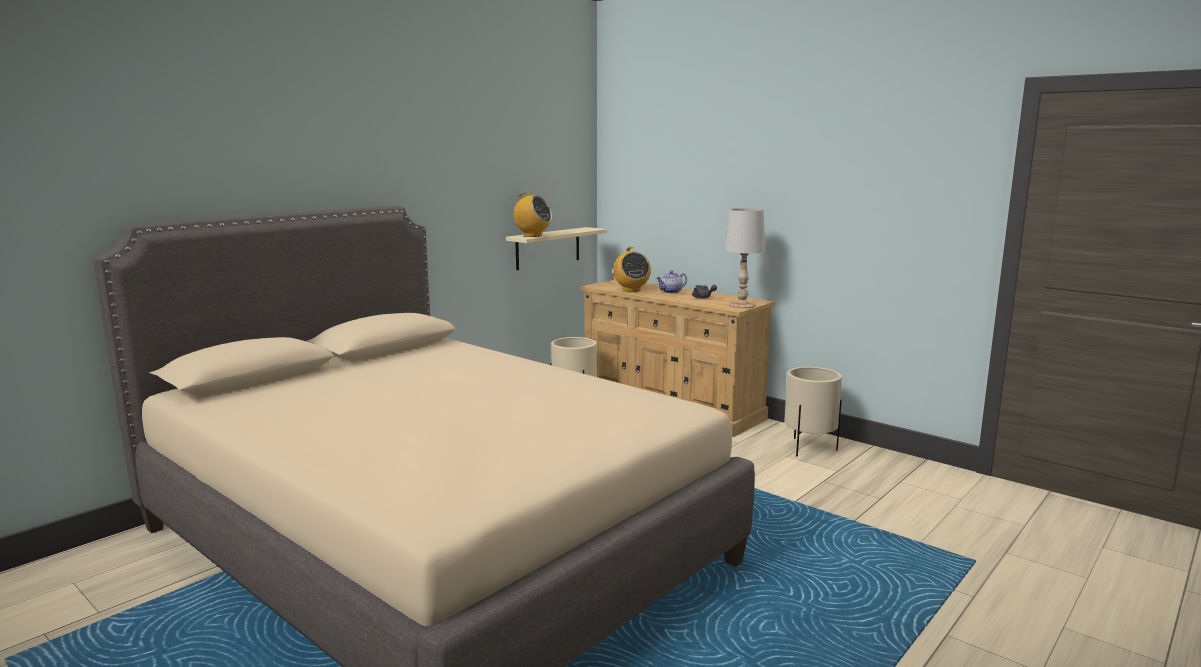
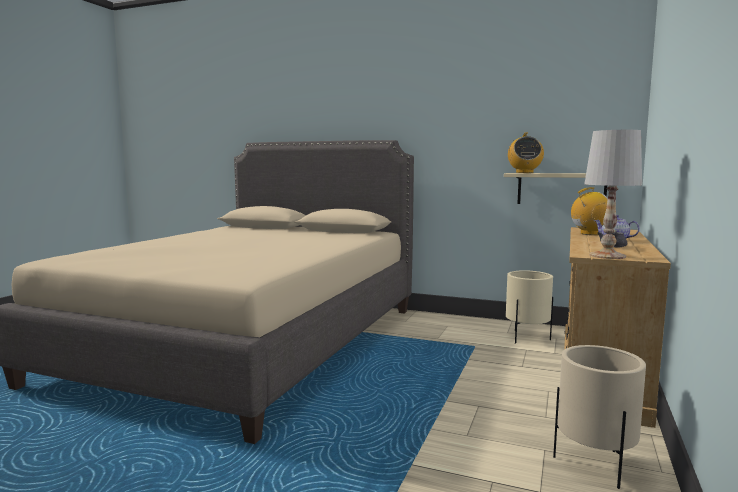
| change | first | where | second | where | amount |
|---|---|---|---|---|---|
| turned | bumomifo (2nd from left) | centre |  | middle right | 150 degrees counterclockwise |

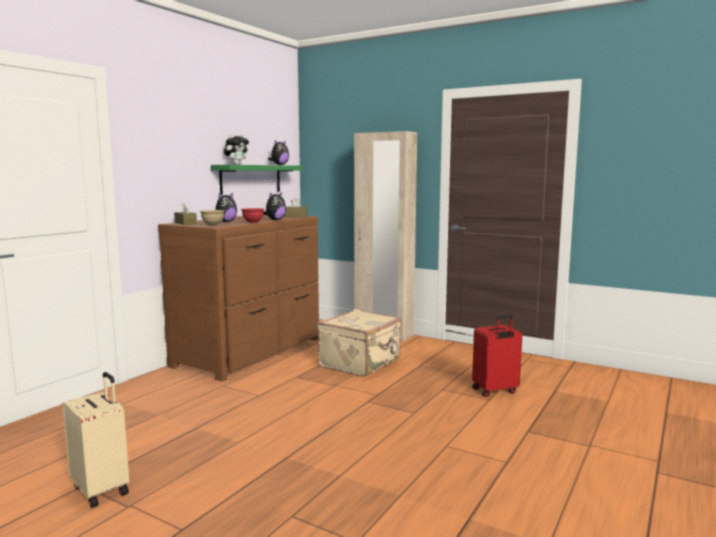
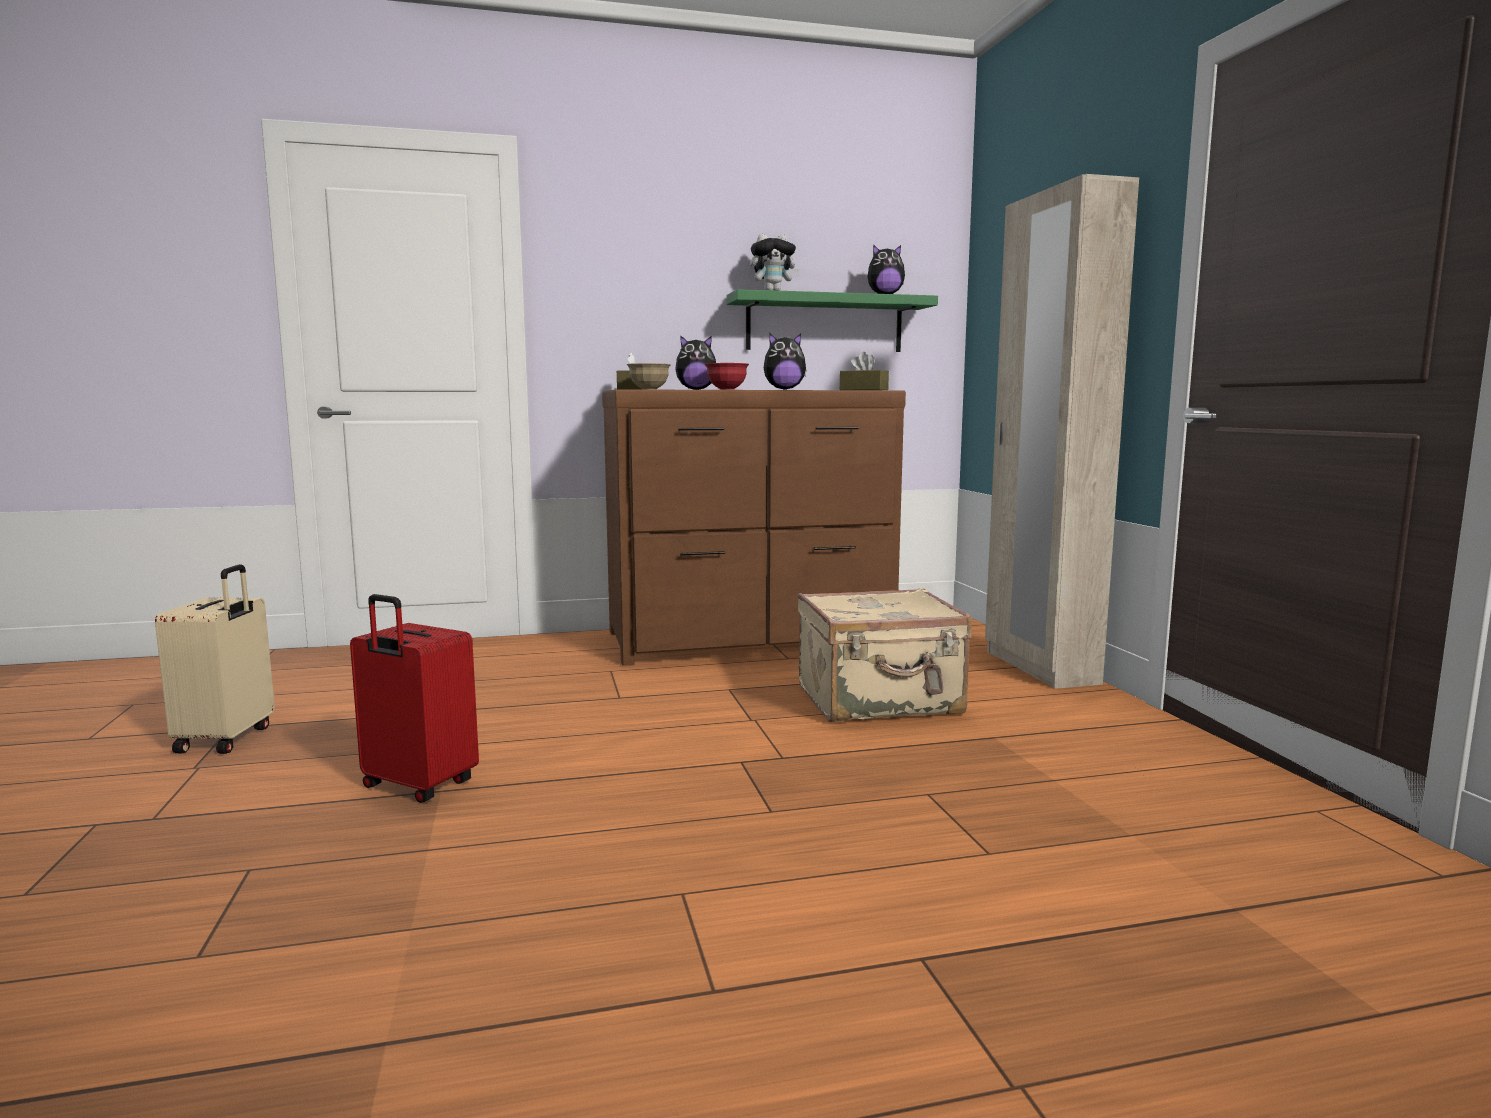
| change | first | where | second | where | amount |
|---|---|---|---|---|---|
| moved | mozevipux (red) | middle right |  | middle left |  |

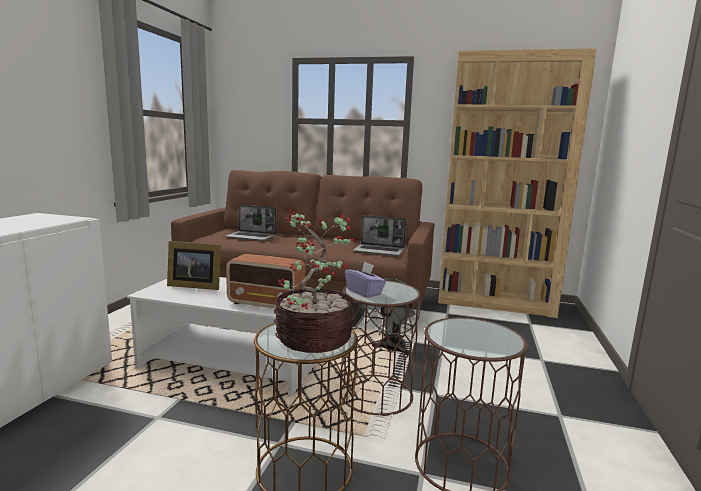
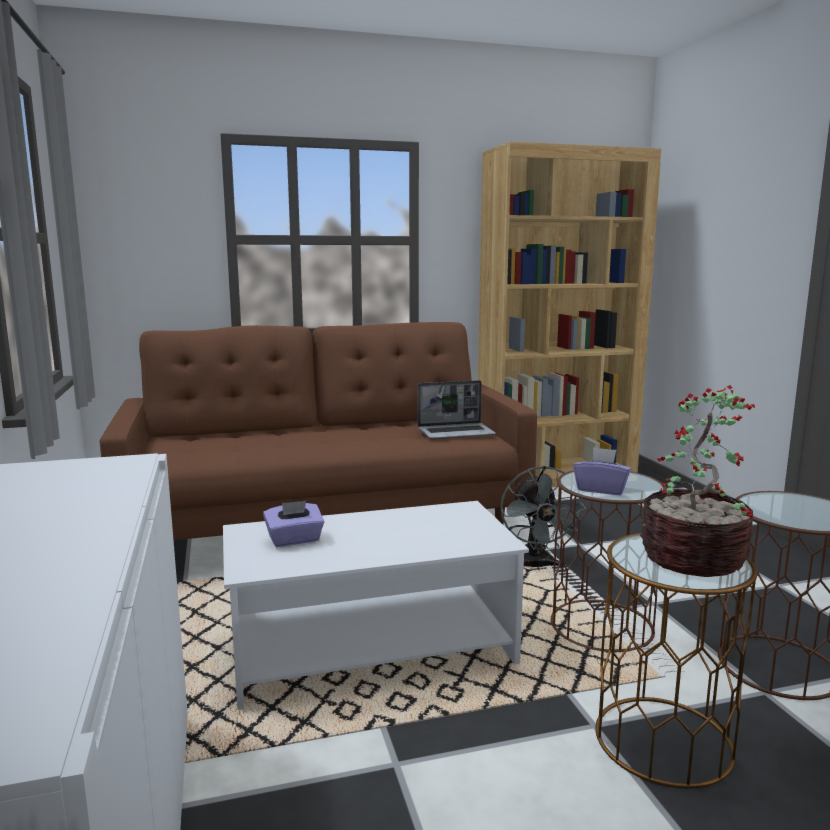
| change | first | where | second | where | amount |
|---|---|---|---|---|---|
| removed | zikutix (1st from left) | centre |  |  |  |
| removed | bumomifo | centre |  |  |  |
| replaced | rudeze | middle left | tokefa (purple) (1st from left) | centre |  |

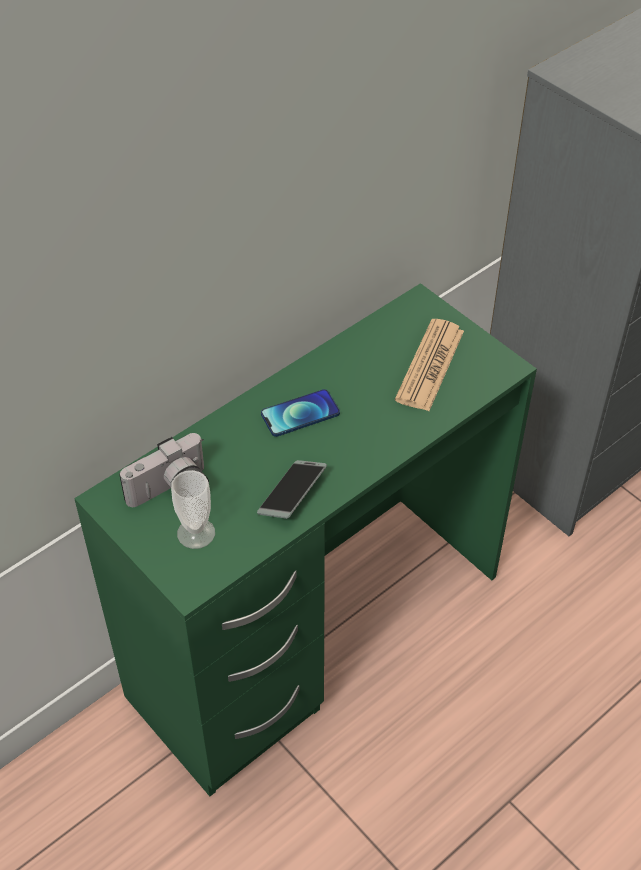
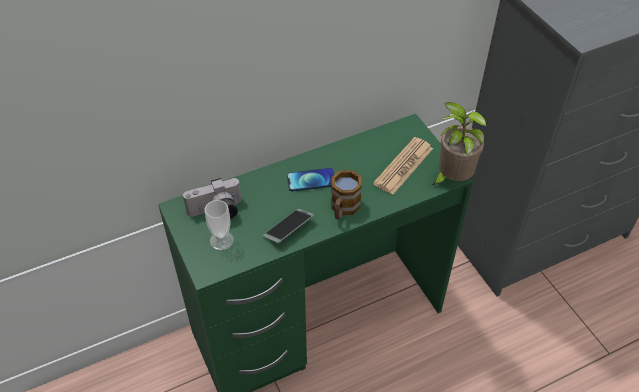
| change | first | where | second | where | amount |
|---|---|---|---|---|---|
| added |  |  | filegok | centre |  |
| added |  |  | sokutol | middle right |  |

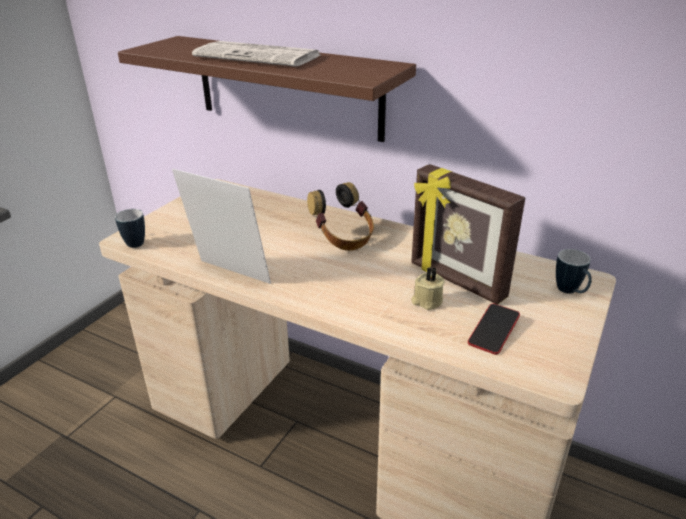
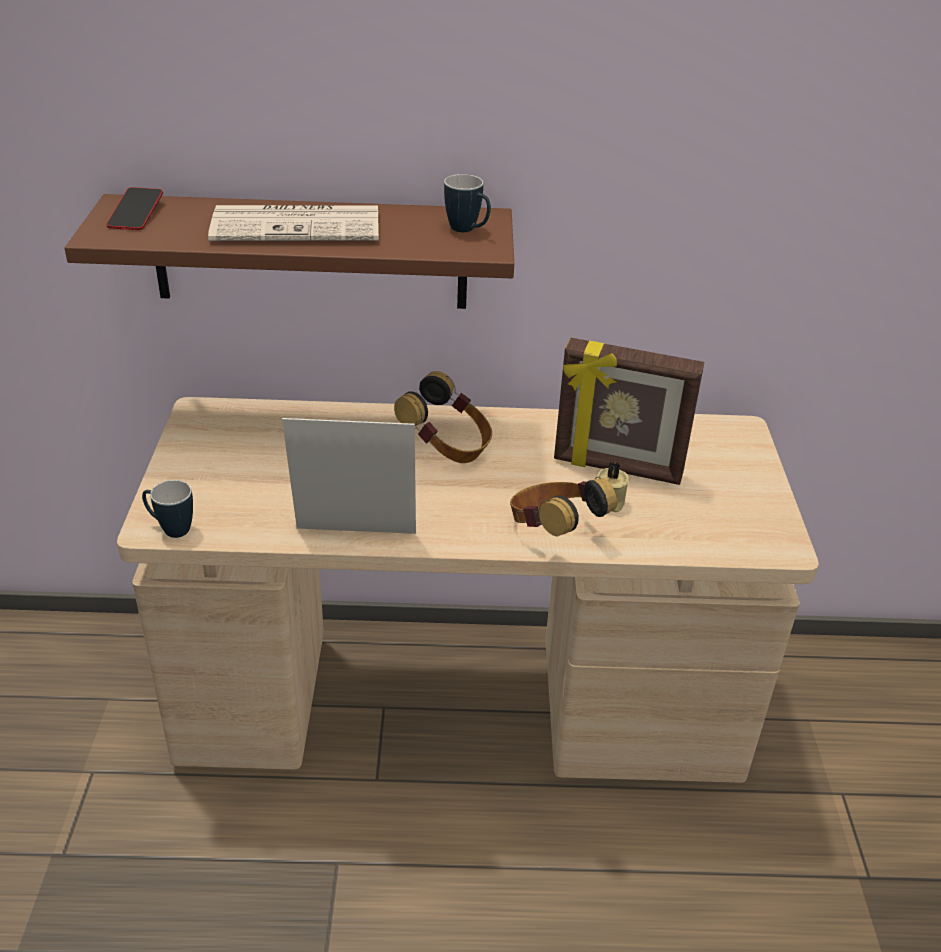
| change | first | where | second | where | amount |
|---|---|---|---|---|---|
| added |  |  | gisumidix (2nd from left) | centre |  |
| moved | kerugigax | middle right |  | top left |  |
| moved | filegok (2nd from left) | middle right |  | top centre |  |

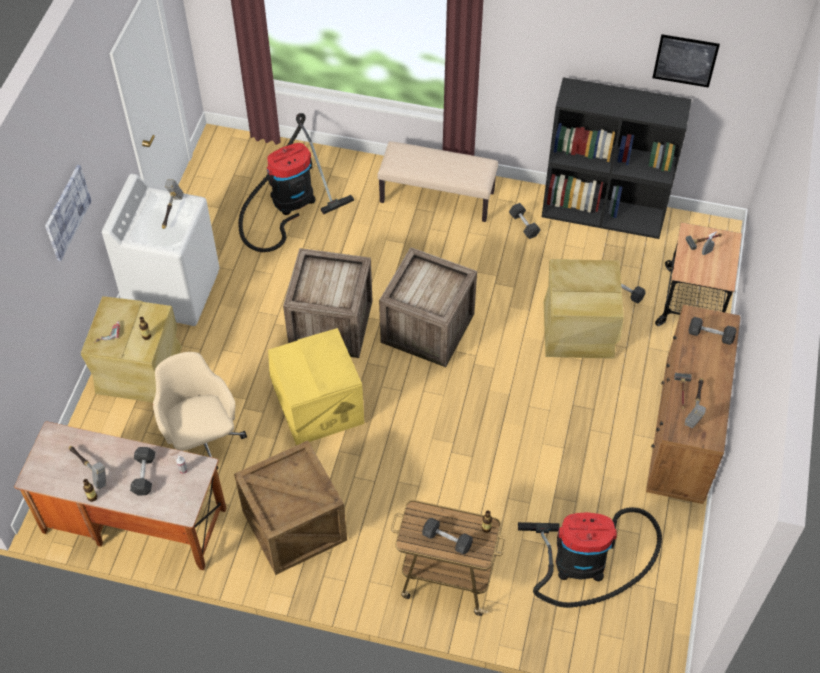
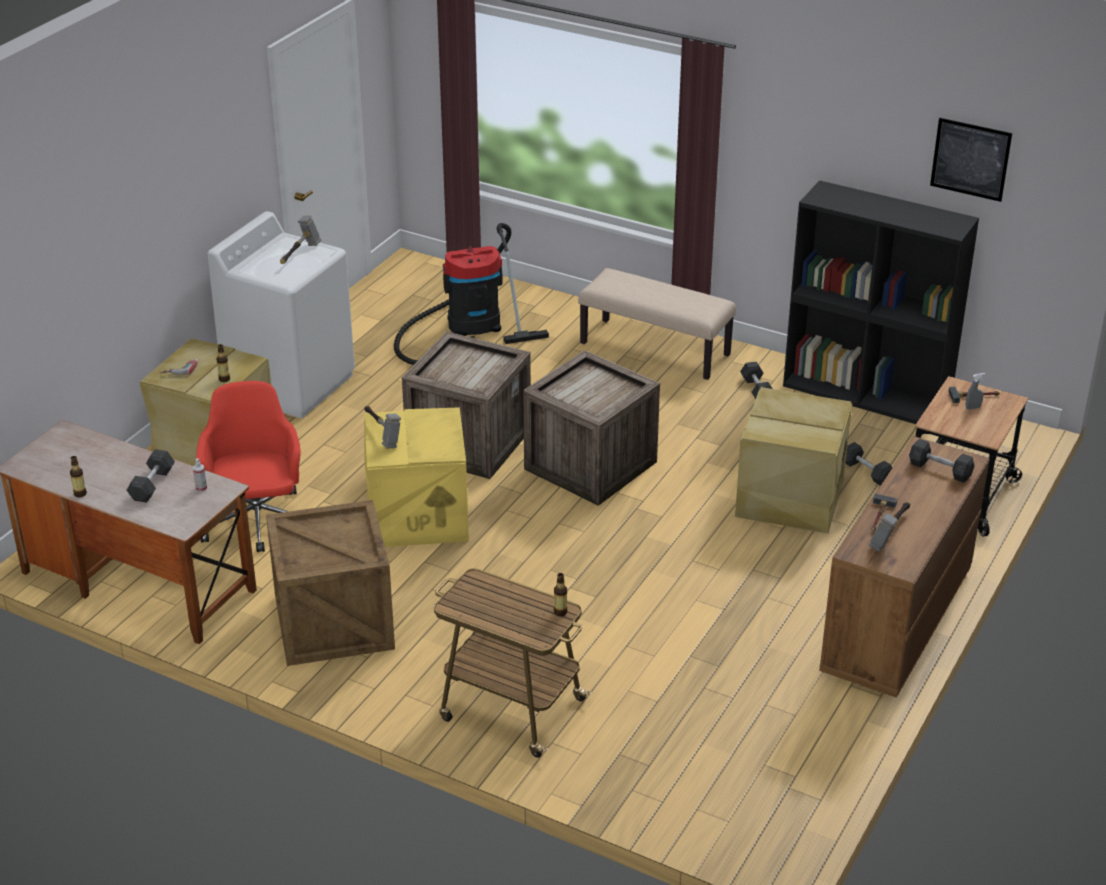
| change | first | where | second | where | amount |
|---|---|---|---|---|---|
| removed | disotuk (1st from left) | top left |  |  |  |
| removed | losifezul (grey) (2nd from left) | bottom centre |  |  |  |
| removed | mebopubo (2nd from left) | bottom right |  |  |  |
| moved | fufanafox (1st from left in the first image) | bottom left | fufanafox (2nd from left) | centre |  |
| recoloured | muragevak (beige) | middle left | muragevak (red) | middle left |  |

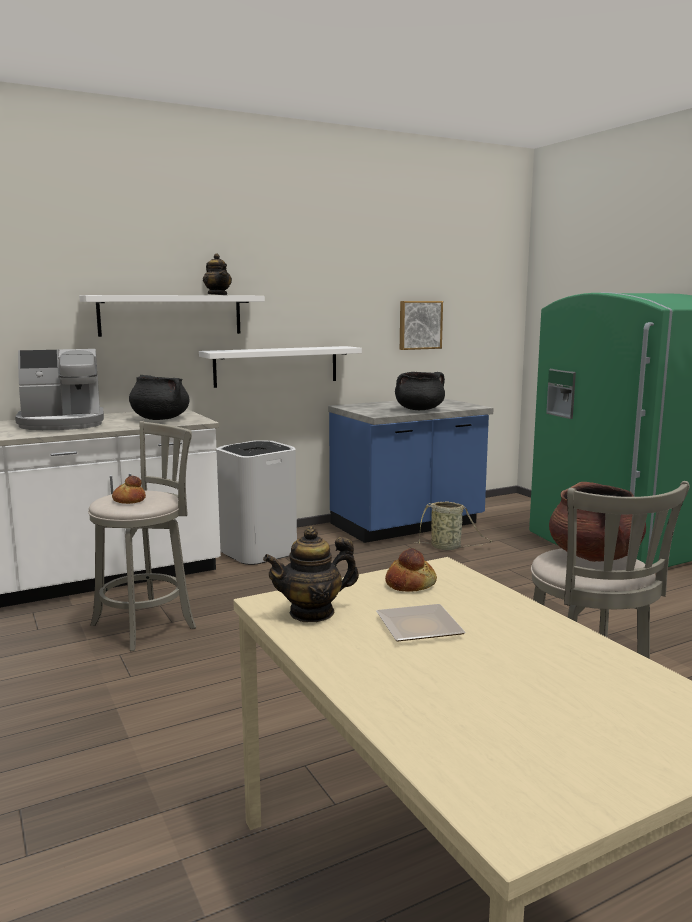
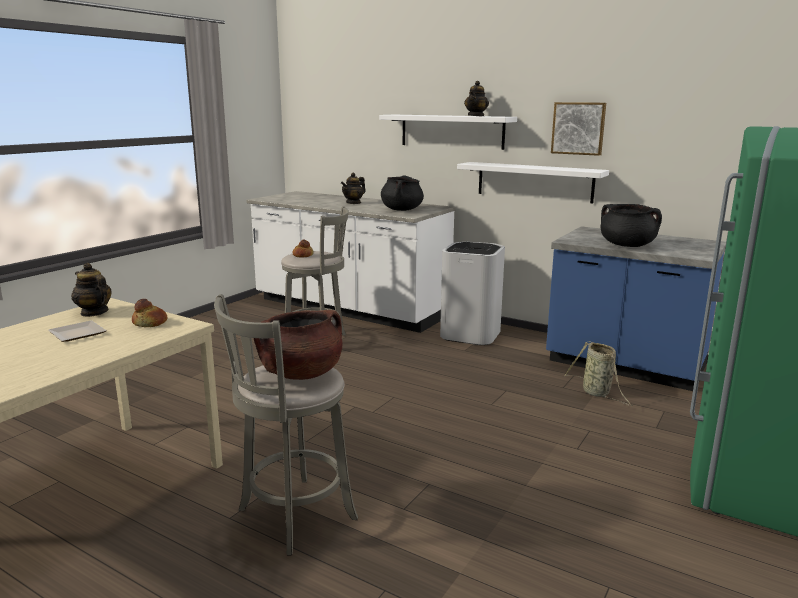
| change | first | where | second | where | amount |
|---|---|---|---|---|---|
| moved | disotuk | centre |  | top right |  |
| replaced | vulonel | middle left | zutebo (2nd from left) | top centre |  |

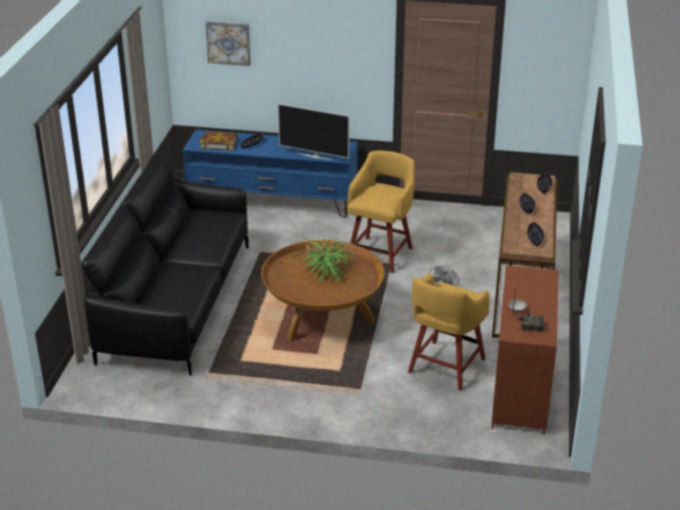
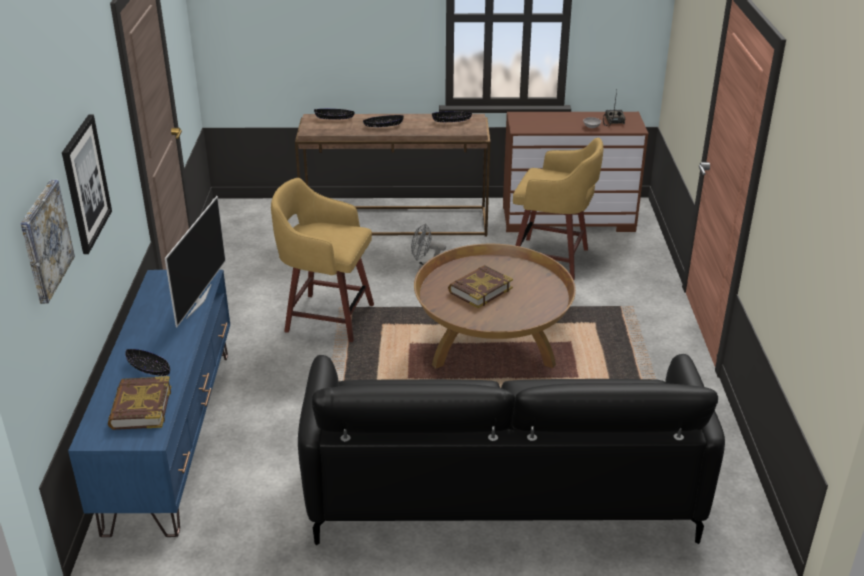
| change | first | where | second | where | amount |
|---|---|---|---|---|---|
| added |  |  | disotuk (2nd from left) | top left |  |
| replaced | sokutol | centre | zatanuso (2nd from left) | centre |  |

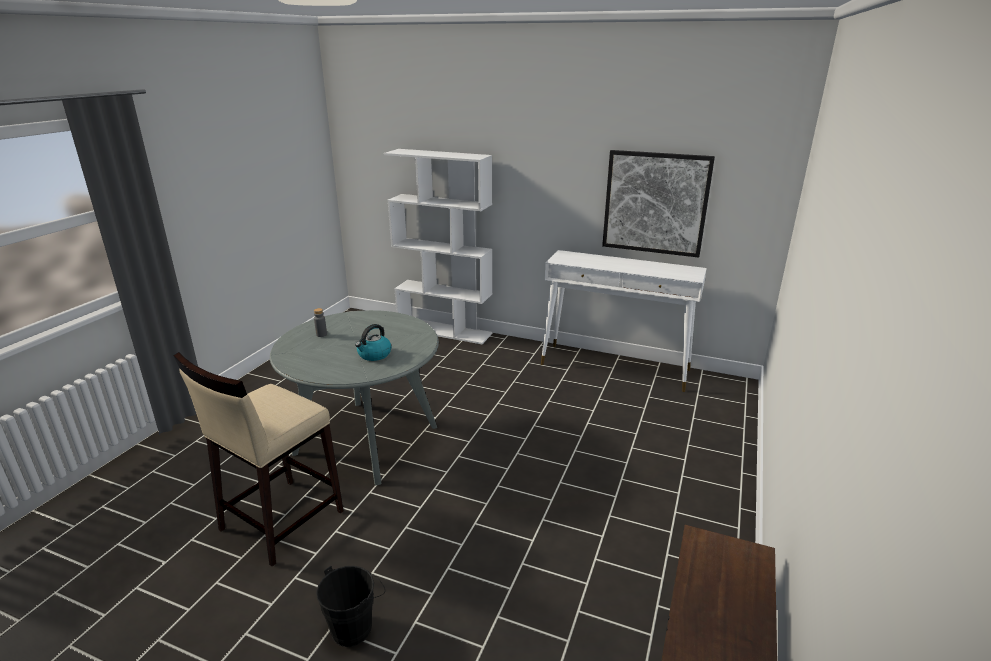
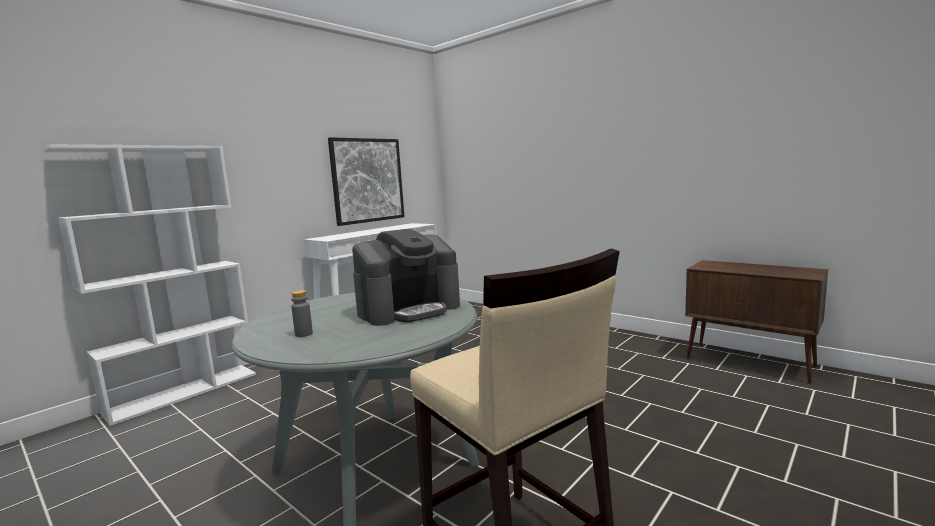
| change | first | where | second | where | amount |
|---|---|---|---|---|---|
| removed | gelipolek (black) | bottom centre |  |  |  |
| replaced | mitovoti | centre | vulonel | centre |  |

